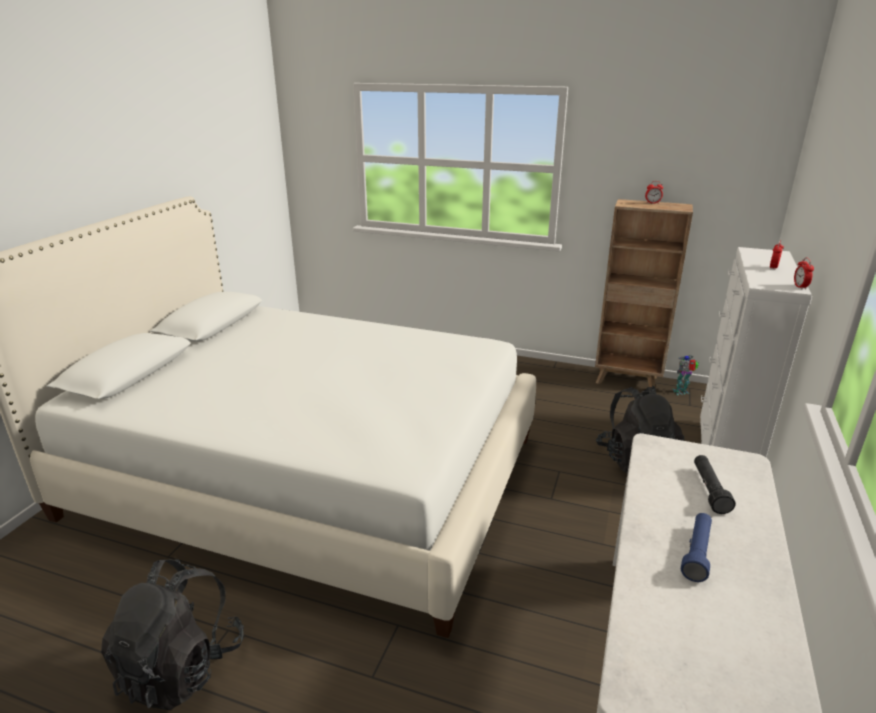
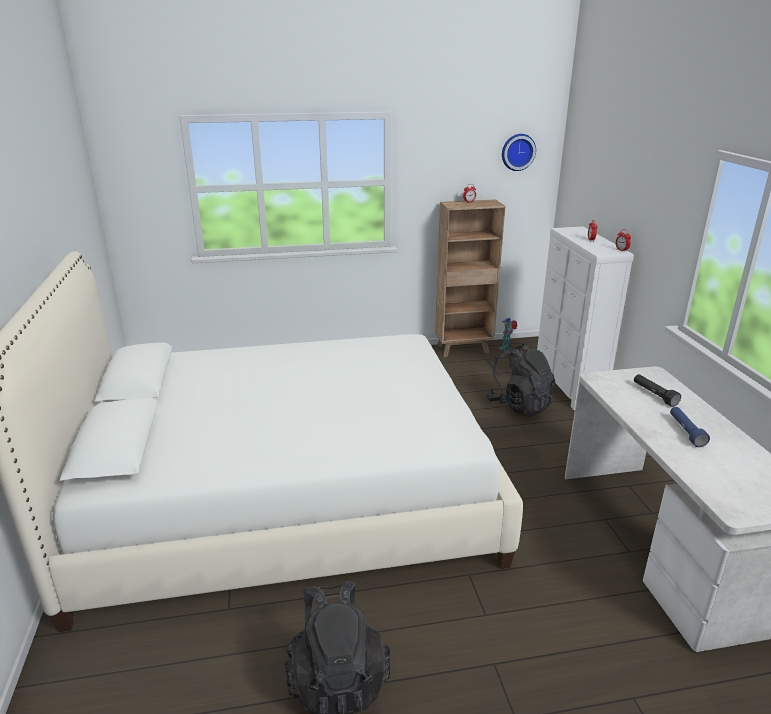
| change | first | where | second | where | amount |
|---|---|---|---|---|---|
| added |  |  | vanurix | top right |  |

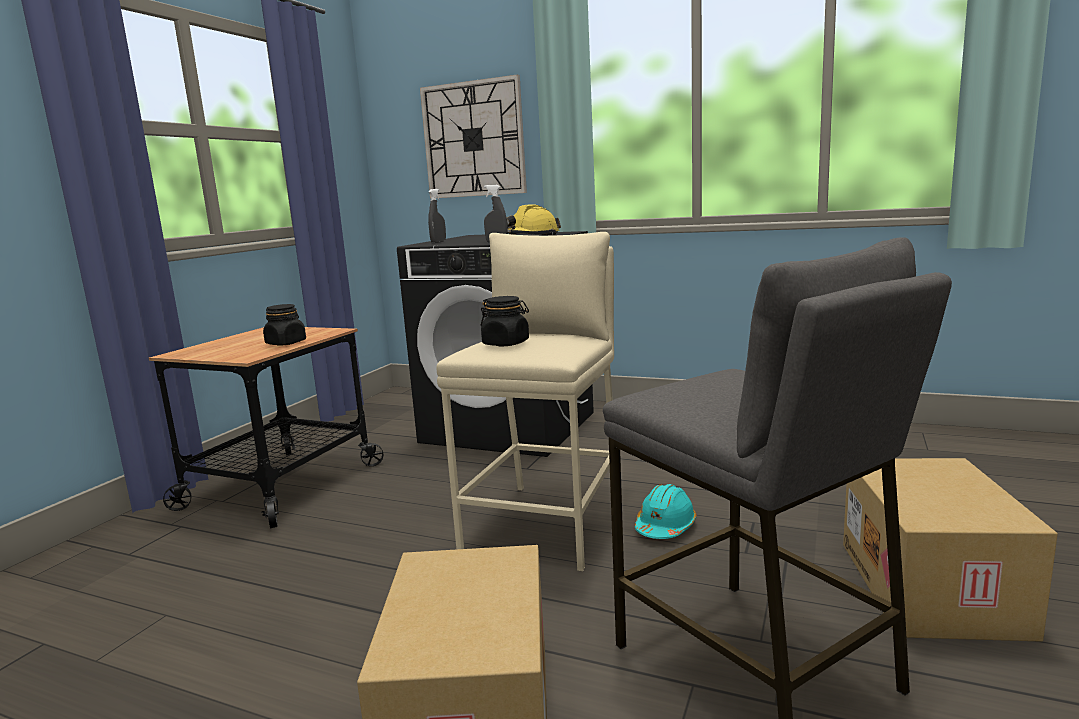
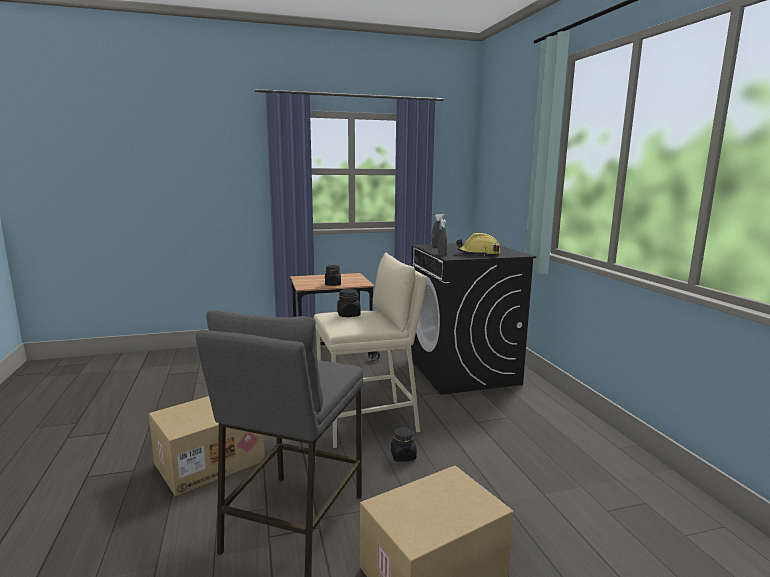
| change | first | where | second | where | amount |
|---|---|---|---|---|---|
| removed | vanurix | top centre |  |  |  |
| replaced | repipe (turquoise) | bottom centre | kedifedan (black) (3rd from left) | bottom centre |  |

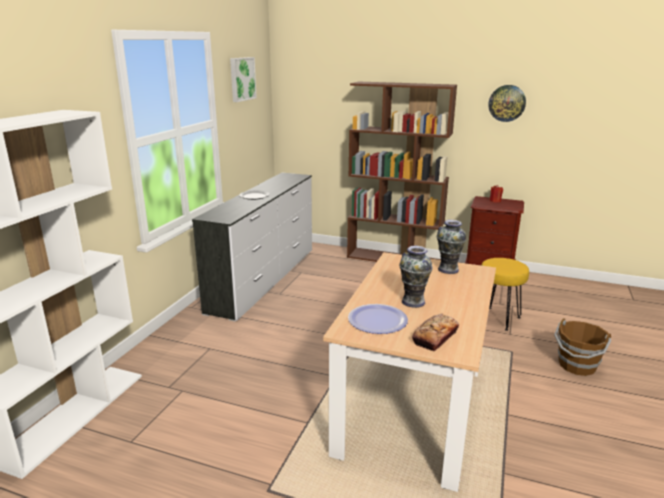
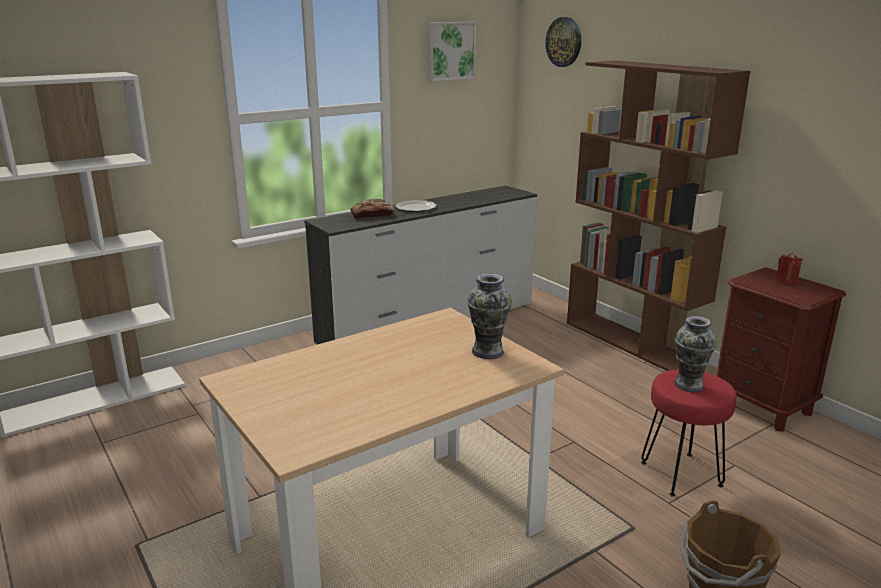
| change | first | where | second | where | amount |
|---|---|---|---|---|---|
| removed | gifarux (2nd from left) | centre |  |  |  |
| moved | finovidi (1st from left in the first image) | centre | finovidi (2nd from left) | middle right |  |
| moved | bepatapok | bottom centre |  | centre |  |
| moved | vanurix | top right |  | top centre |  |
| recoloured | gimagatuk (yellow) | middle right | gimagatuk (red) | bottom right |  |

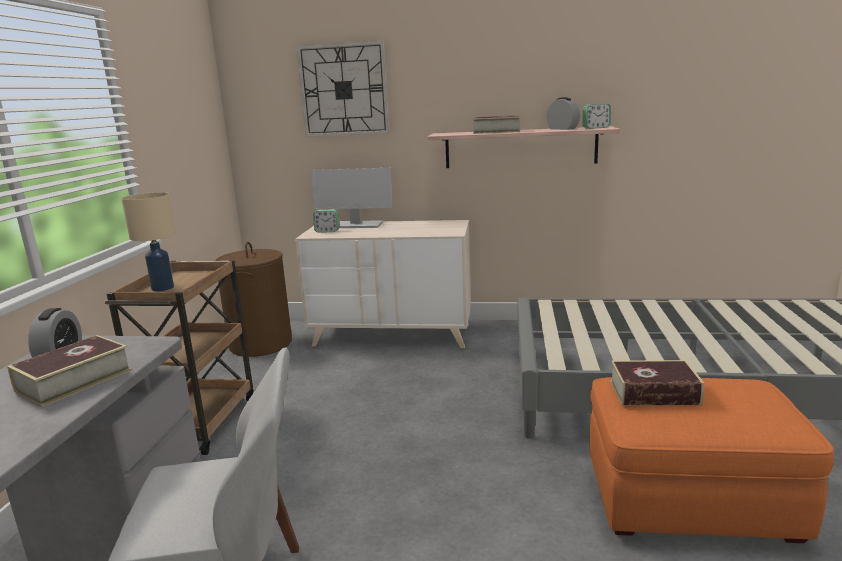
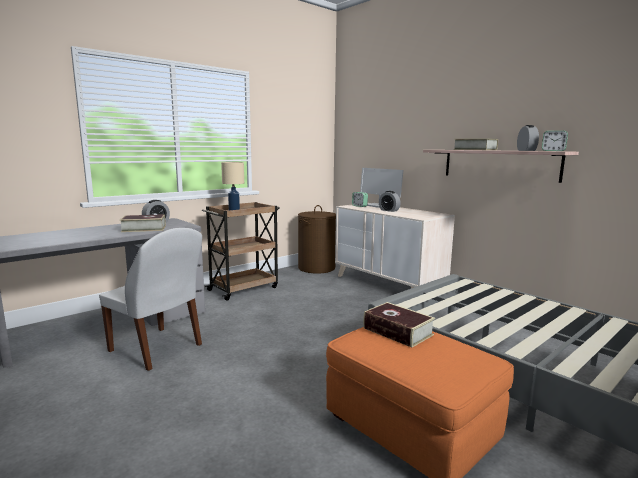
| change | first | where | second | where | amount |
|---|---|---|---|---|---|
| removed | vanurix | top centre |  |  |  |
| added |  |  | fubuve (3rd from left) | centre |  |

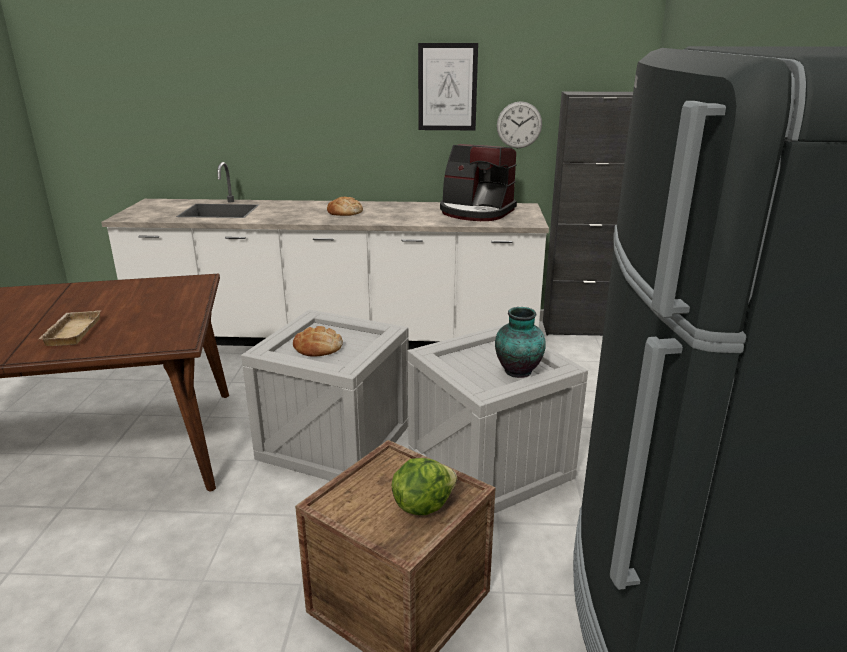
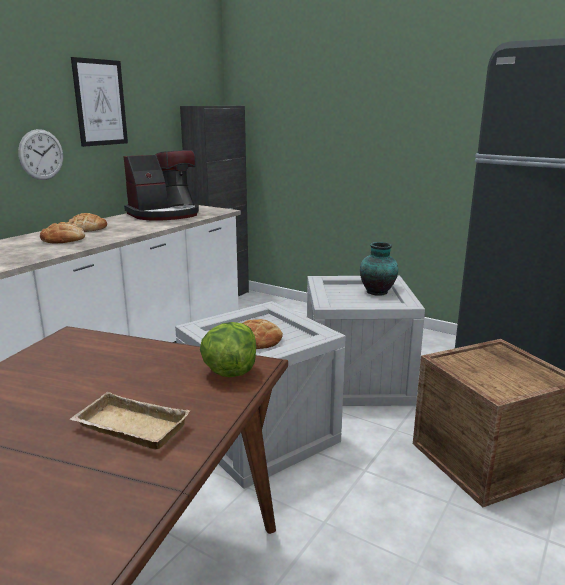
| change | first | where | second | where | amount |
|---|---|---|---|---|---|
| added |  |  | bepatapok (2nd from left) | middle left |  |
| moved | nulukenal | bottom centre |  | centre |  |
| moved | vanurix | top centre |  | top left |  |

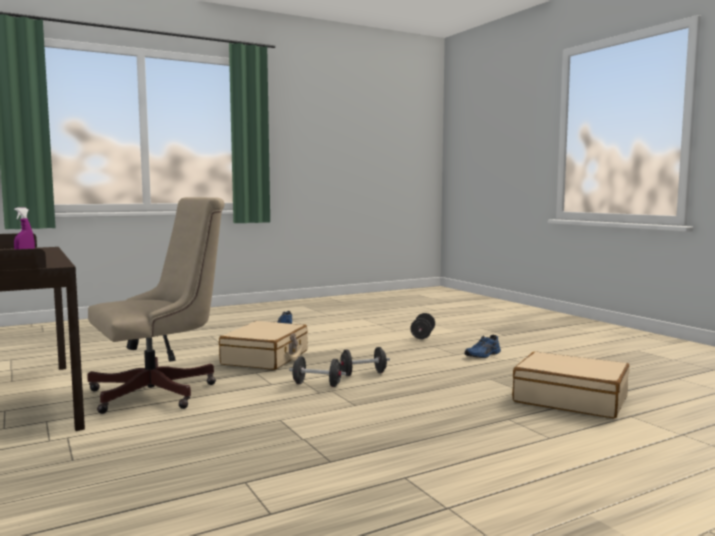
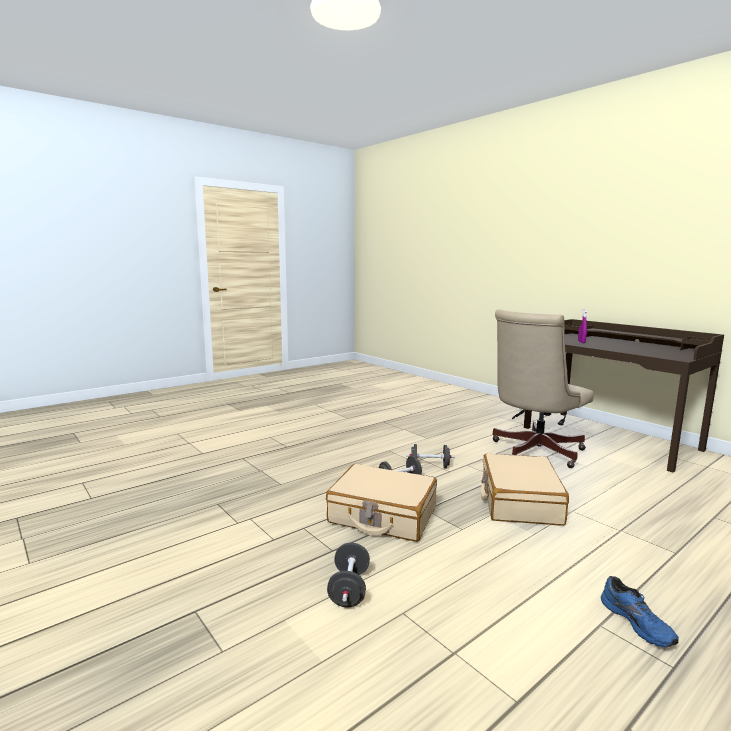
| change | first | where | second | where | amount |
|---|---|---|---|---|---|
| removed | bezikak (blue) (2nd from left) | middle right |  |  |  |
| moved | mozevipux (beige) (2nd from left in the first image) | bottom right | mozevipux (beige) (1st from left) | bottom centre |  |

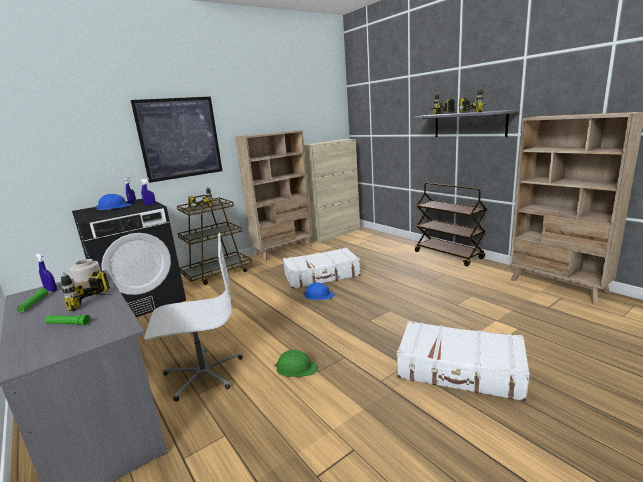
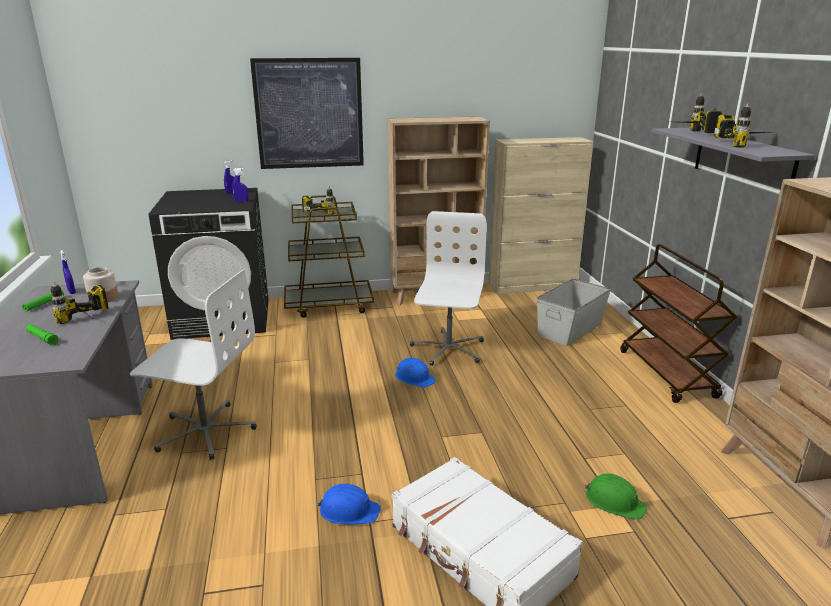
| change | first | where | second | where | amount |
|---|---|---|---|---|---|
| added |  |  | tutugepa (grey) | middle right |  |
| moved | repipe (blue) (1st from left) | middle left |  | bottom centre |  |
| moved | repipe (green) | bottom centre |  | bottom right |  |
| replaced | mozevipux (white) (1st from left) | centre | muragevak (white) (2nd from left) | centre |  |

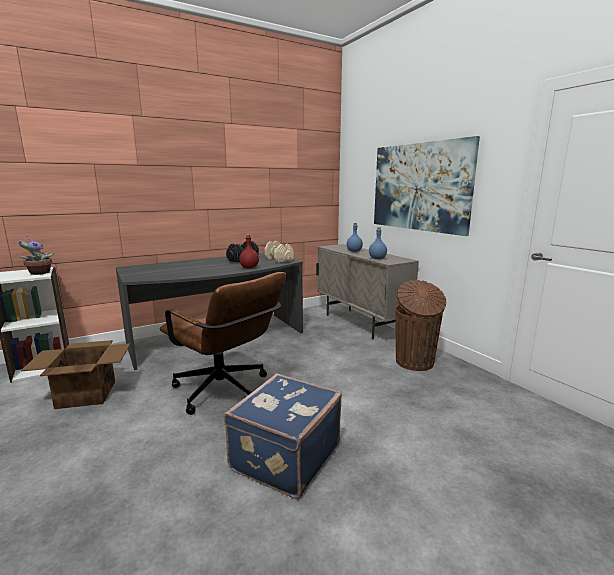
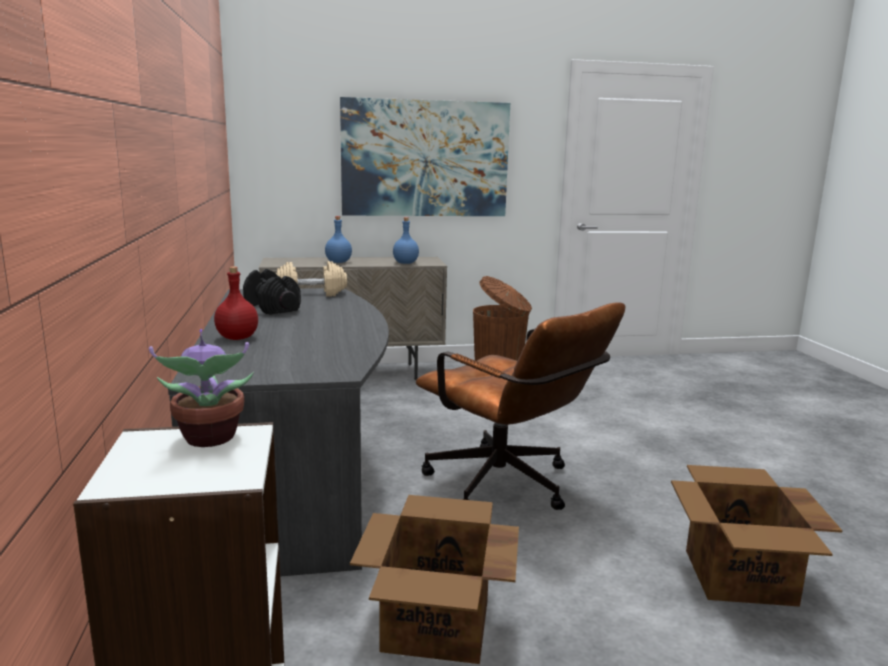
| change | first | where | second | where | amount |
|---|---|---|---|---|---|
| removed | mozevipux (blue) | bottom centre |  |  |  |
| added |  |  | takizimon (2nd from left) | bottom right |  |
| moved | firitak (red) | centre |  | middle left |  |
| turned | muragevak (brown) | centre |  | centre | 75 degrees clockwise |

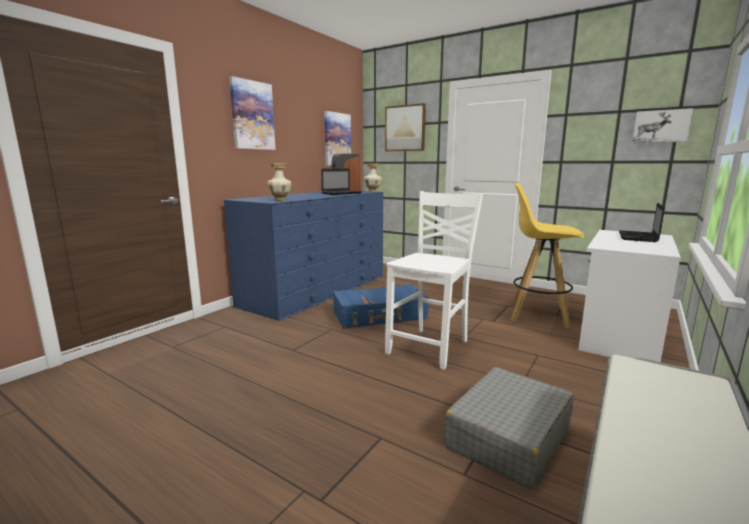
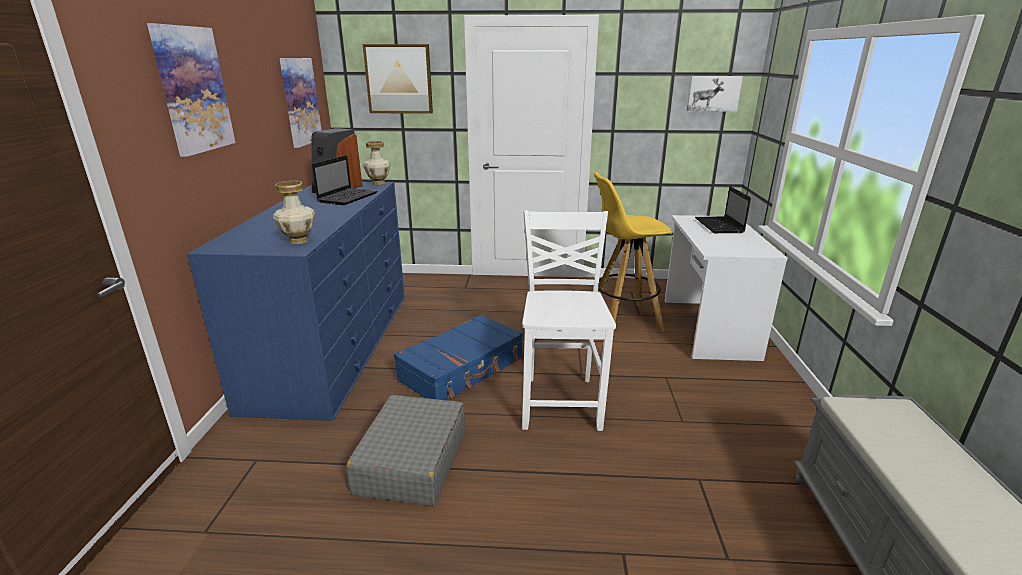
| change | first | where | second | where | amount |
|---|---|---|---|---|---|
| moved | mozevipux (grey) | bottom right |  | bottom centre |  |

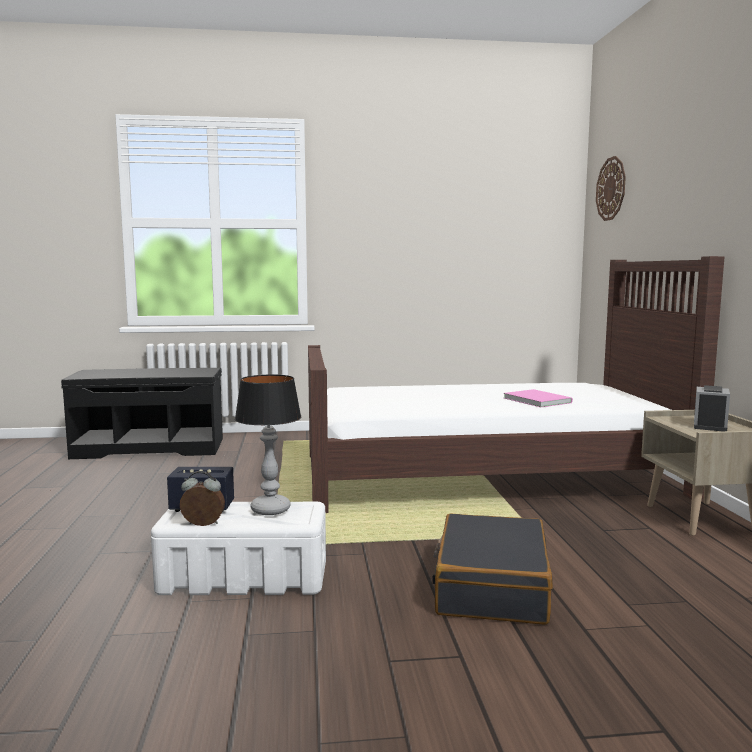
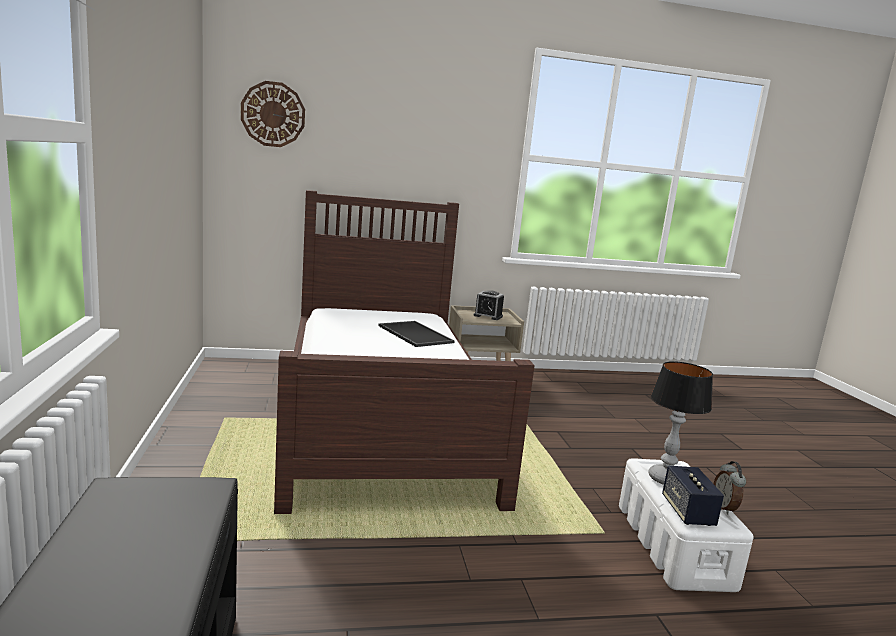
| change | first | where | second | where | amount |
|---|---|---|---|---|---|
| removed | mozevipux (black) | bottom centre |  |  |  |
| replaced | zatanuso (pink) | middle right | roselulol | centre |  |

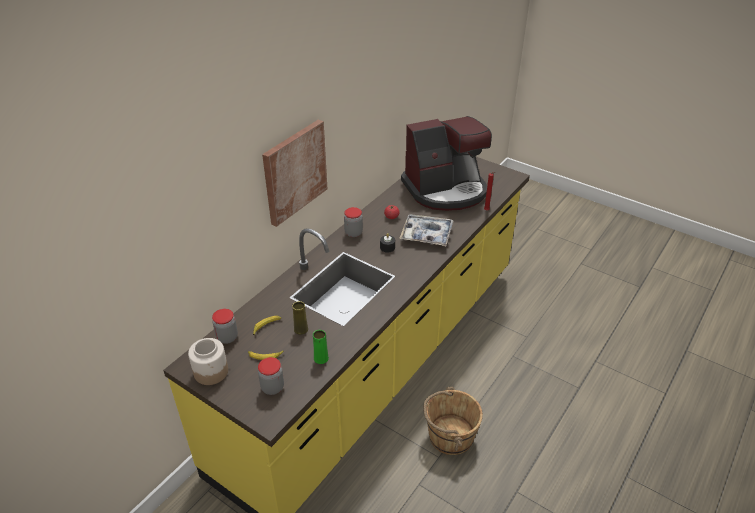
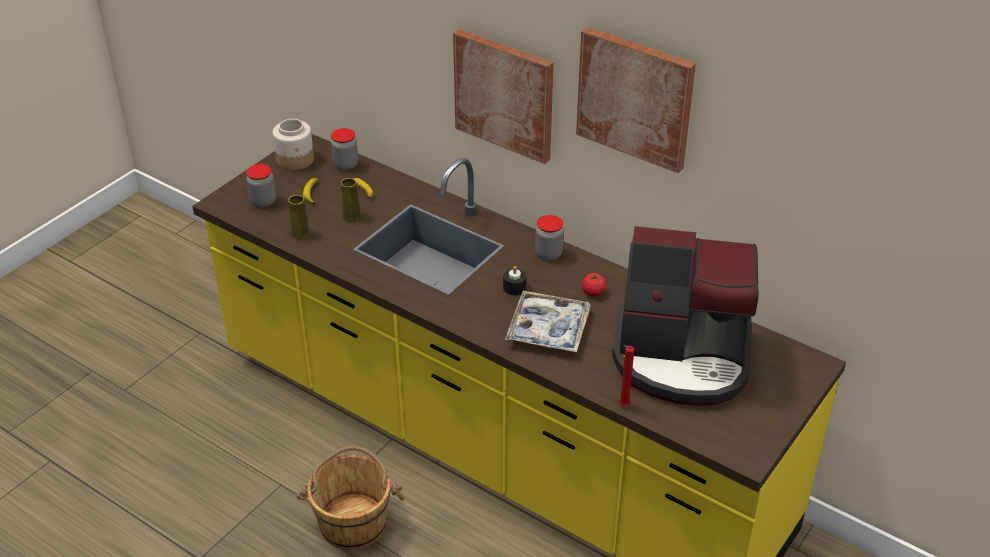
| change | first | where | second | where | amount |
|---|---|---|---|---|---|
| added |  |  | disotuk (2nd from left) | top centre |  |
| recoloured | finovidi (green) | bottom centre | finovidi (yellow) (1st from left) | middle left |  |
| turned | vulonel | top centre |  | middle right | 60 degrees counterclockwise |

